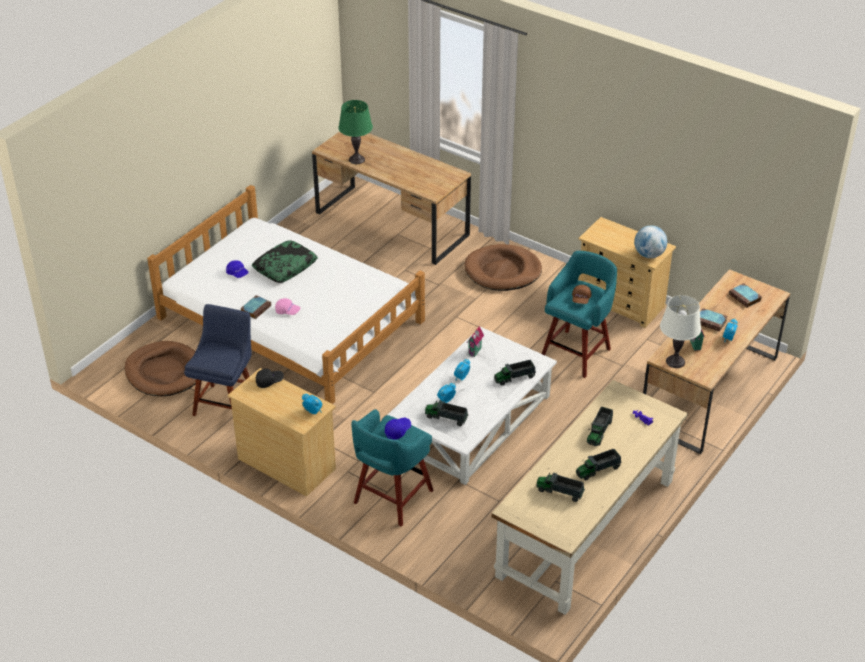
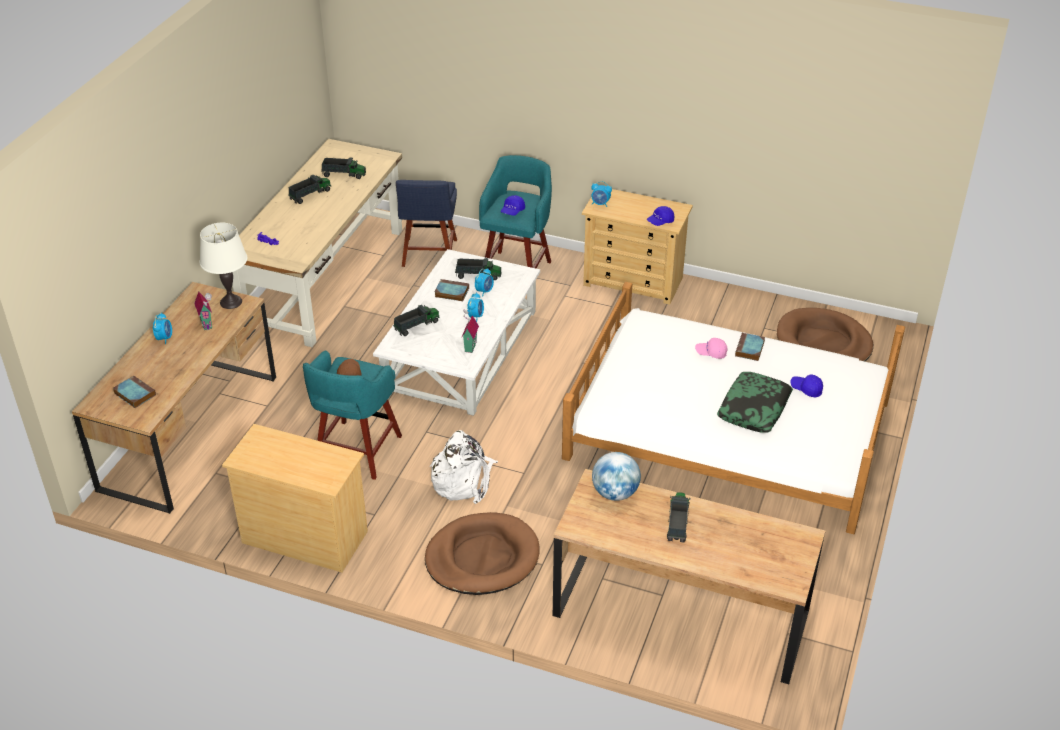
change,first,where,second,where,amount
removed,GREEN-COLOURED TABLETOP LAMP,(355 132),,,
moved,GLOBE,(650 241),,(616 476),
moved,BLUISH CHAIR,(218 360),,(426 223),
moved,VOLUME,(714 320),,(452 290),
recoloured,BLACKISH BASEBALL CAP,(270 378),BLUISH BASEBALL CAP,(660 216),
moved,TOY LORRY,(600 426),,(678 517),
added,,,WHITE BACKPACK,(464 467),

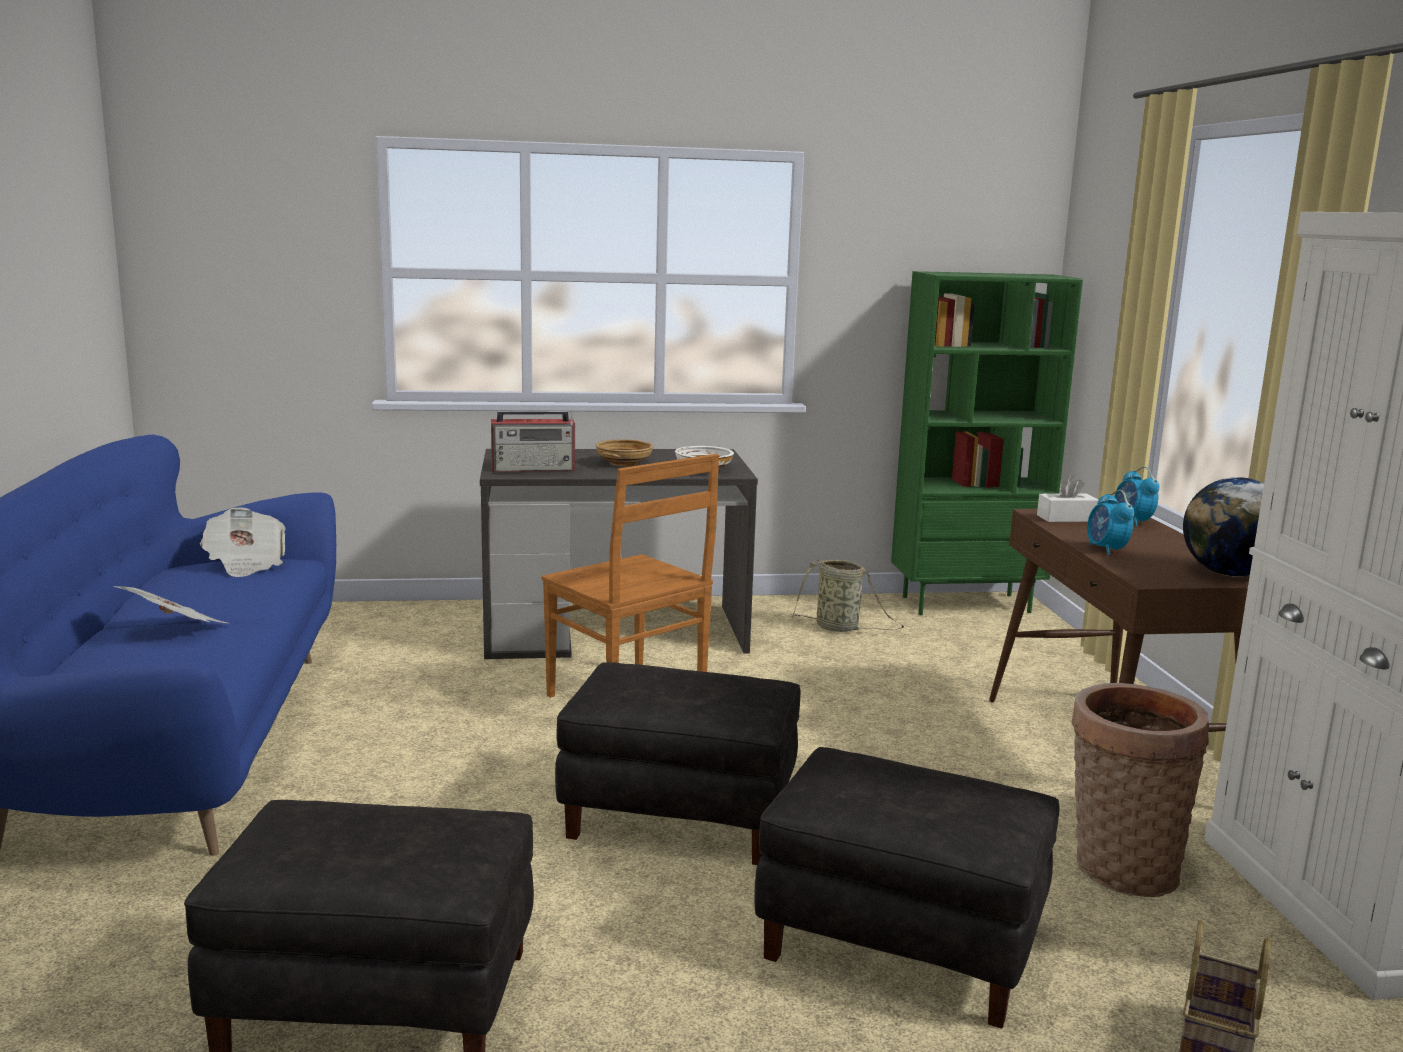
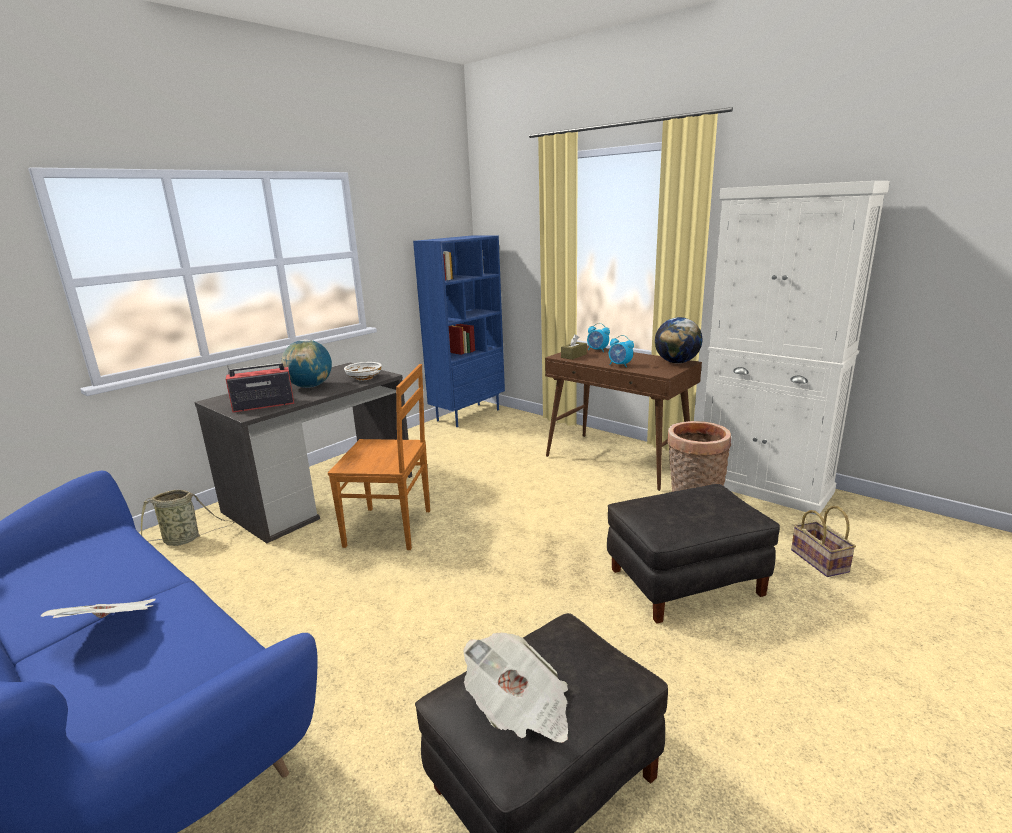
change,first,where,second,where,amount
recoloured,GREEN-COLOURED BOOKCASE,(987 443),BLUISH BOOKCASE,(459 331),
turned,RADIO RECEIVER,(533 441),,(260 388),150 degrees counterclockwise
replaced,BEIGE-COLOURED BOWL,(624 453),GLOBE,(306 364),
recoloured,WHITE TISSUE BOX,(1067 499),BROWNISH TISSUE BOX,(574 347),
moved,NEWSPAPER,(243 542),,(515 688),
moved,HOUSEHOLD BASKET,(848 596),,(188 518),
removed,BLACKISH FOOTREST,(677 763),,,

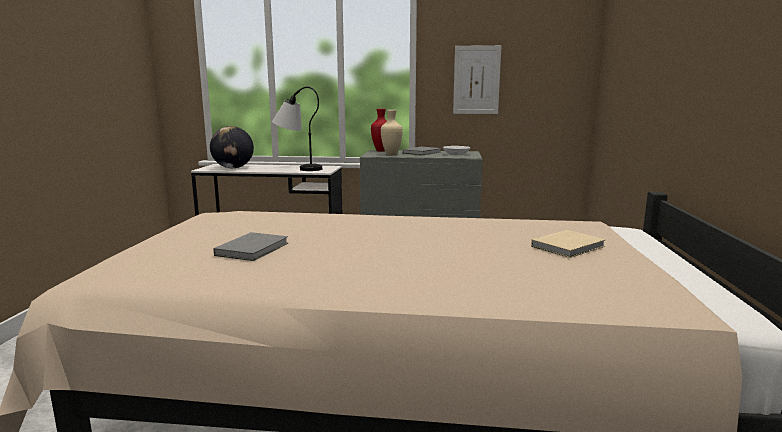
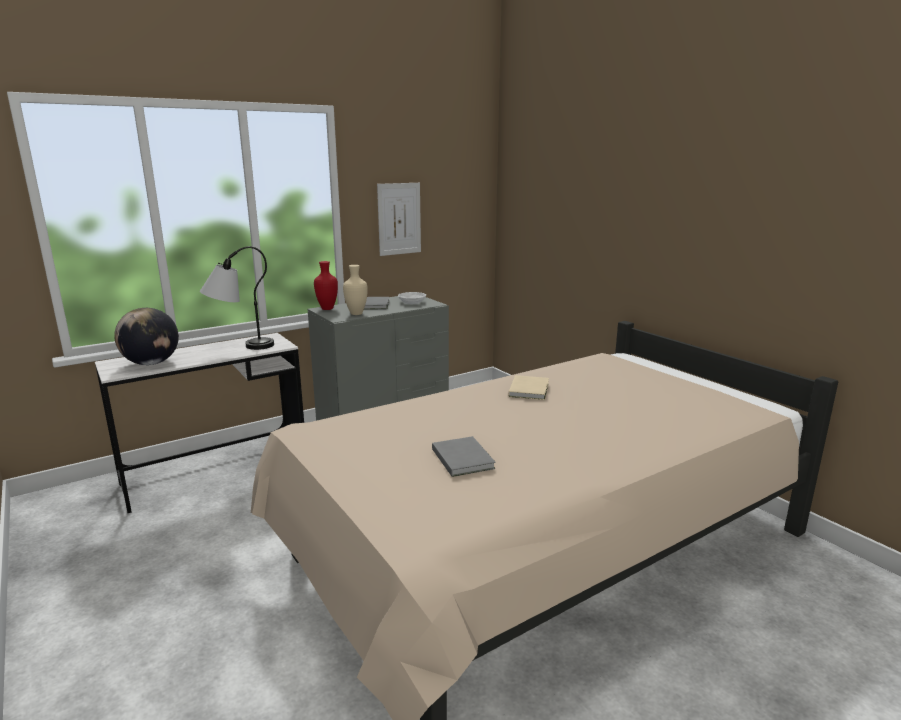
change,first,where,second,where,amount
moved,BEIGE-COLOURED VOLUME,(568 244),,(529 387),

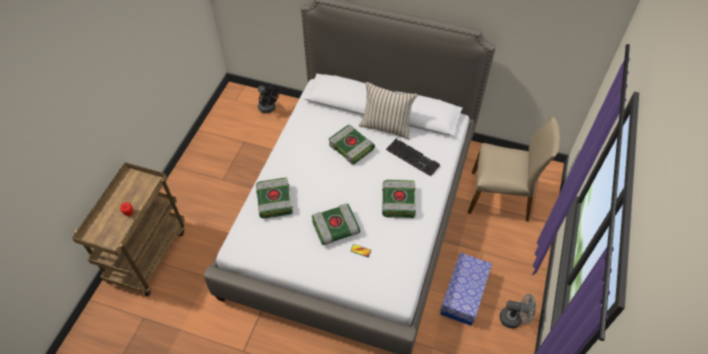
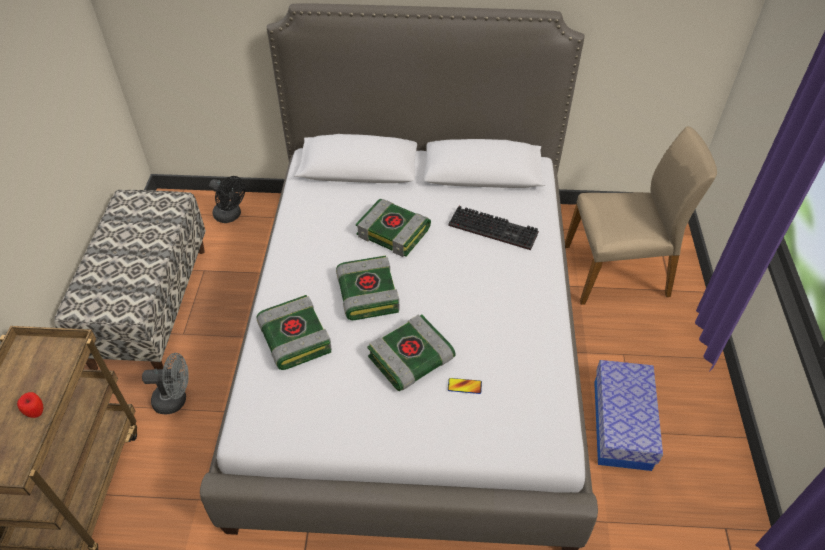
change,first,where,second,where,amount
removed,BEIGE-COLOURED PILLOW,(388 111),,,
moved,VOLUME,(399 199),,(368 287),
moved,GRAY FAN,(518 311),,(165 383),
added,,,BENCH,(130 280),

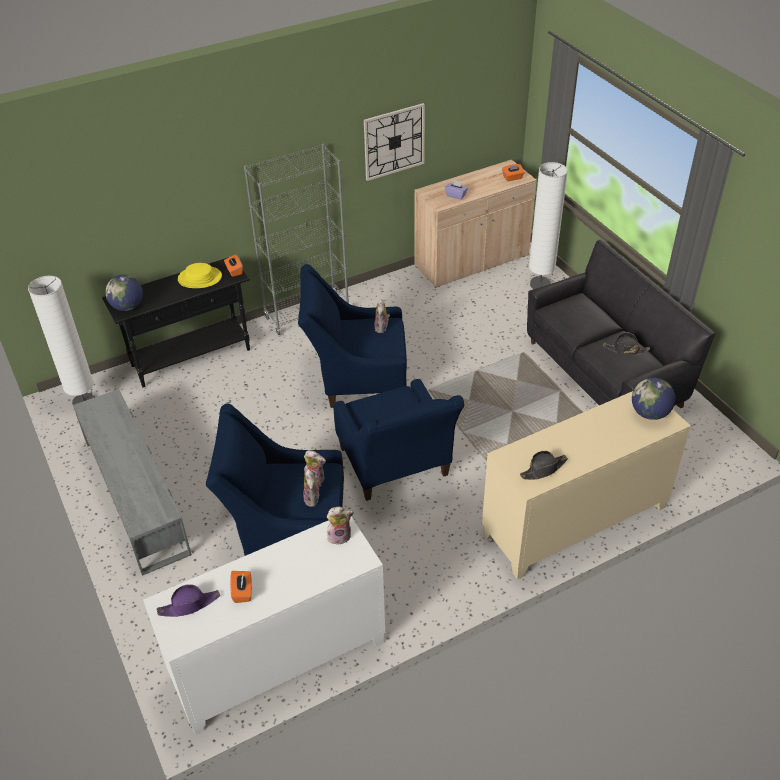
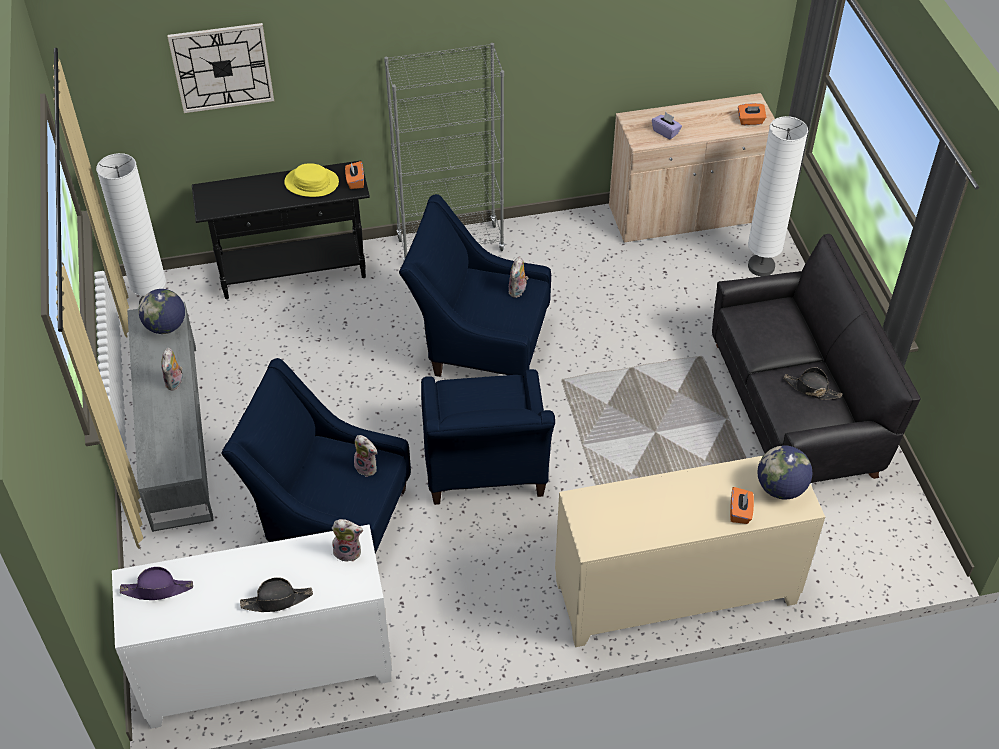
change,first,where,second,where,amount
moved,HANGING CLOCK,(394 142),,(220 68),
moved,GLOBE,(124 293),,(162 311),
moved,BLACKISH WEARABLE HAT,(544 465),,(276 594),
moved,CUDDLY TOY,(312 488),,(172 369),
moved,ORANGEY TISSUE BOX,(241 587),,(742 505),

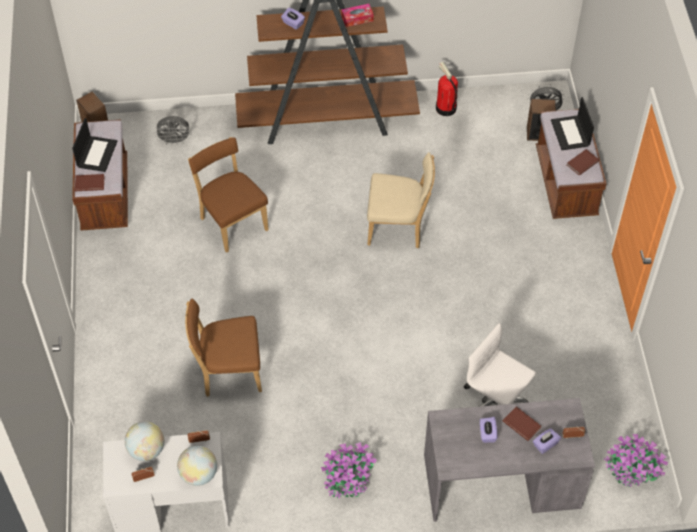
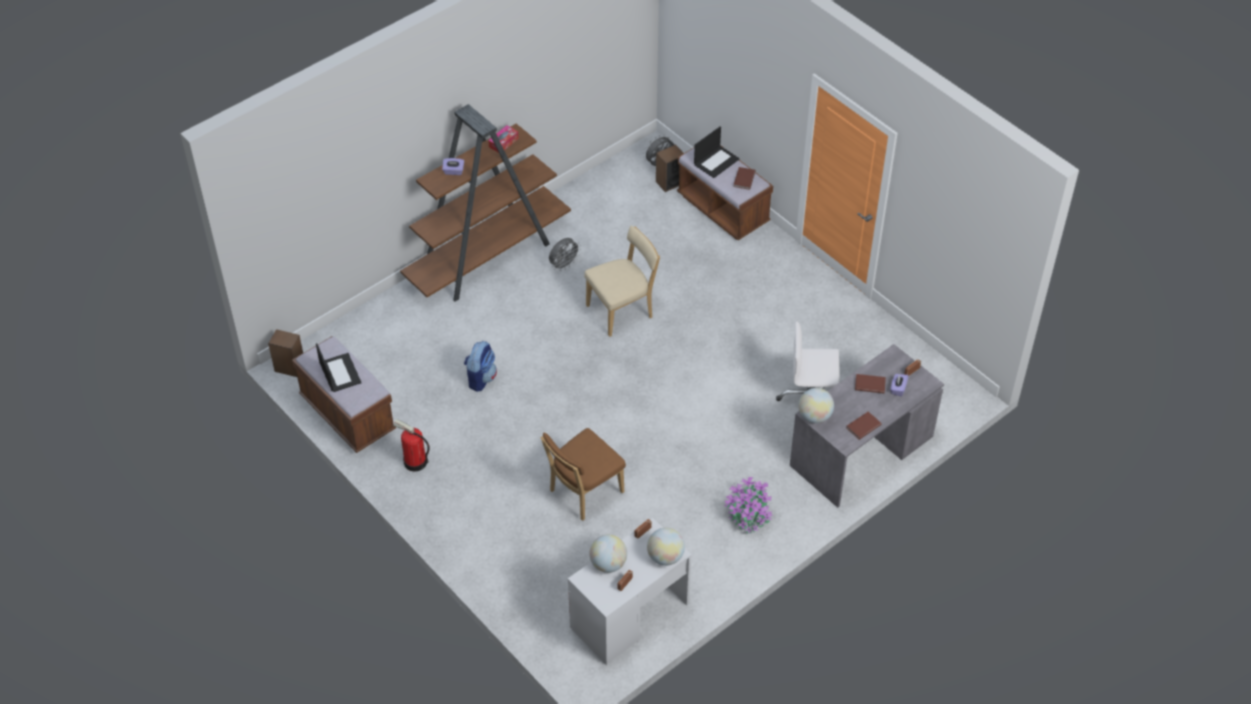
change,first,where,second,where,amount
moved,EXTINGUISHER,(447 89),,(411 445),
turned,PORTABLE COMPUTER,(572 123),,(716 152),90 degrees counterclockwise
moved,GRAY FAN,(173 130),,(565 254),
replaced,BROWNISH CHAIR,(228 195),BACKPACK,(480 366),
moved,BROWNISH VOLUME,(90 182),,(864 426),
removed,PURPLE-COLOURED TISSUE BOX,(488 430),,,
removed,PLANT IN A POT,(636 460),,,
added,,,GLOBE,(816 405),

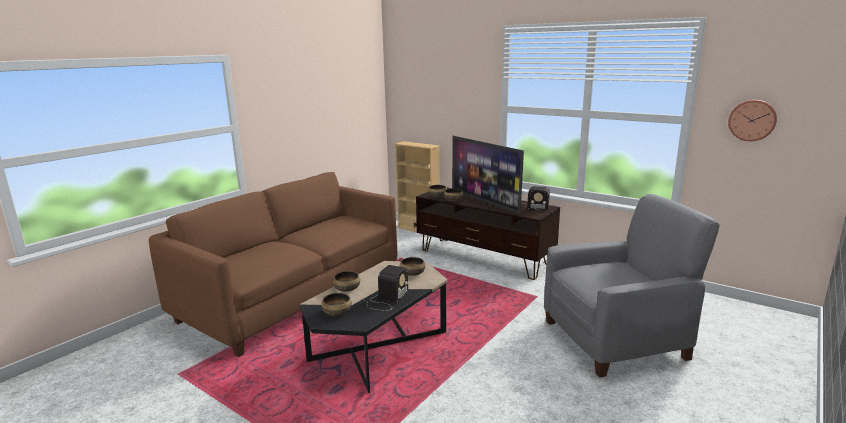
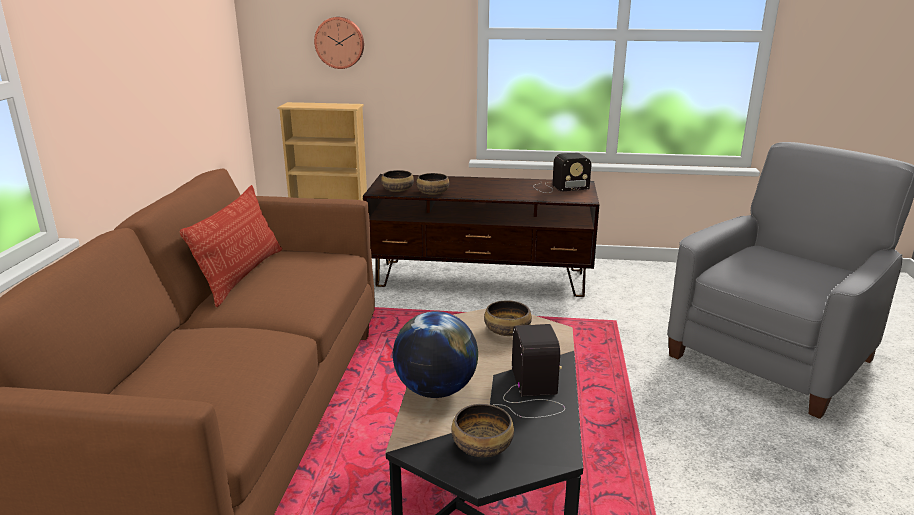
change,first,where,second,where,amount
moved,HANGING CLOCK,(752 120),,(339 43),
removed,TELEVISION,(488 175),,,
replaced,BOWL,(346 281),GLOBE,(435 354),
added,,,PILLOW,(231 246),

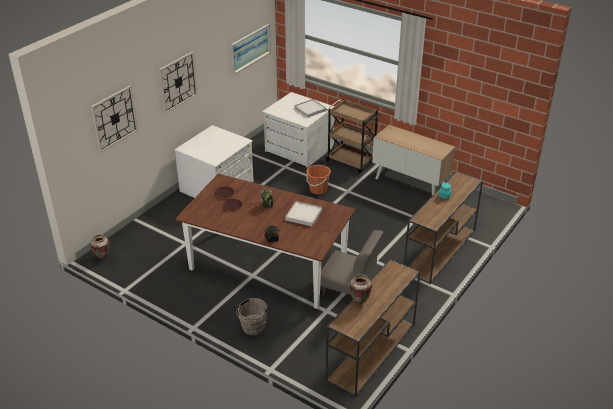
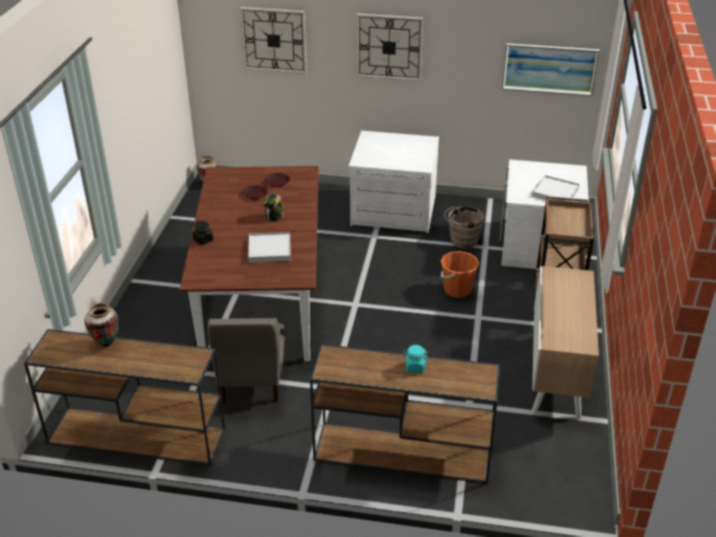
change,first,where,second,where,amount
moved,BROWNISH WATER BUCKET,(251 317),,(464 227),

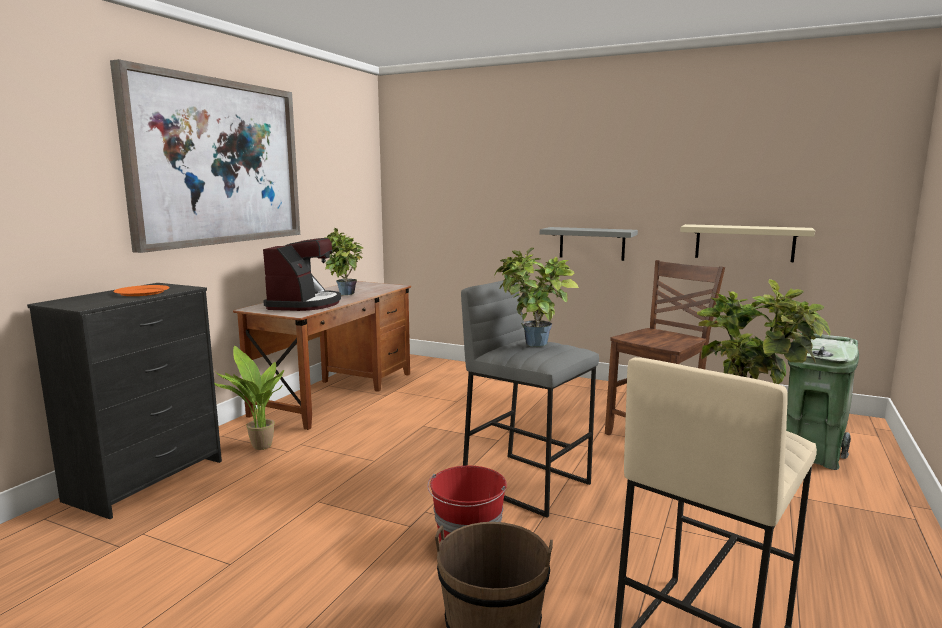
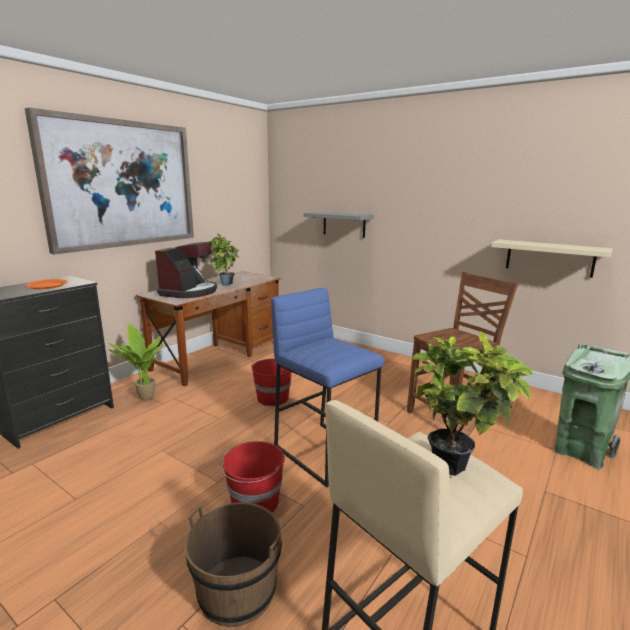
change,first,where,second,where,amount
moved,GRAY SHELF,(589 244),,(338 225),
removed,PLANT IN A POT,(536 297),,,
recoloured,GRAY STOOL SEAT,(530 399),BLUISH STOOL SEAT,(327 387),
added,,,RED WATER BUCKET,(271 382),

